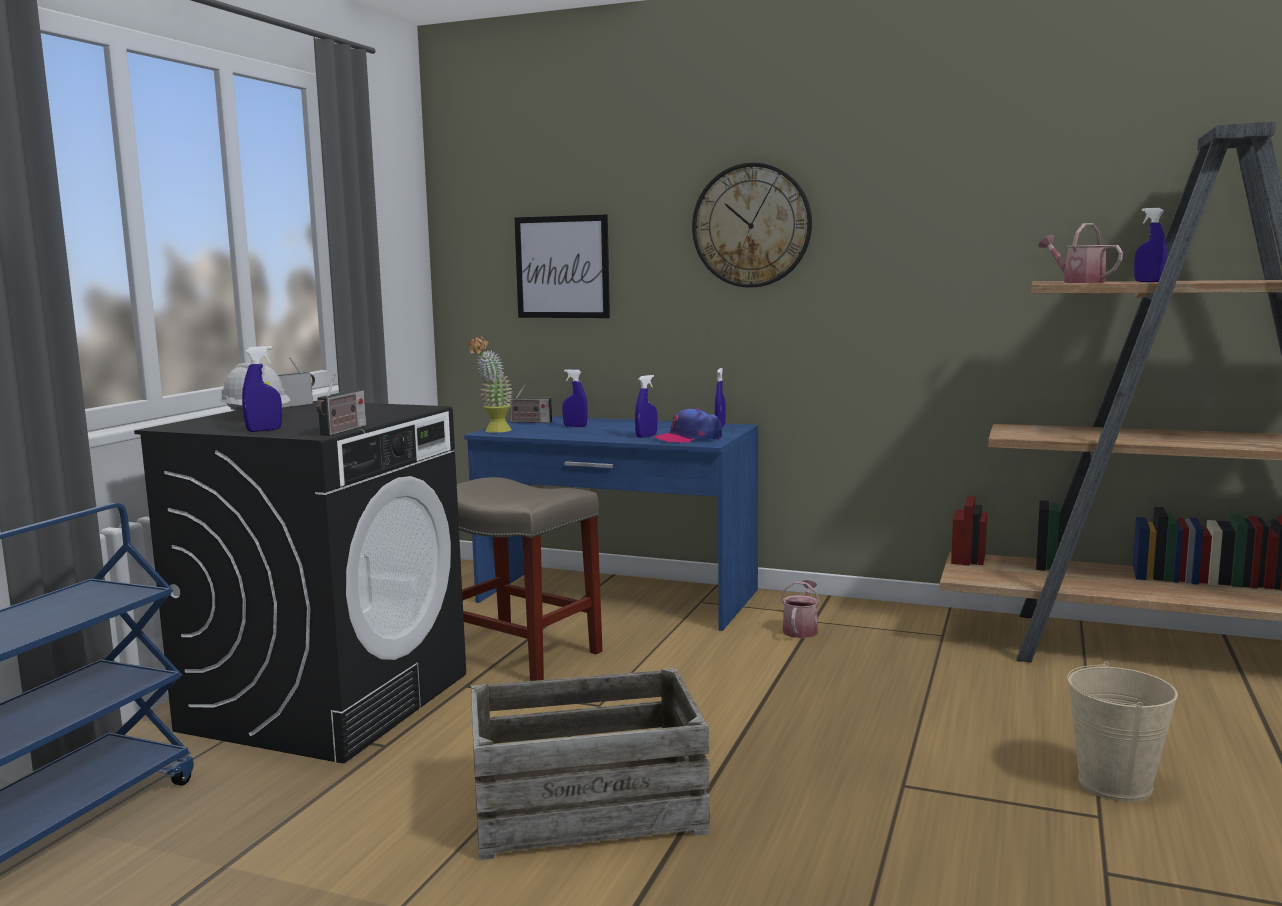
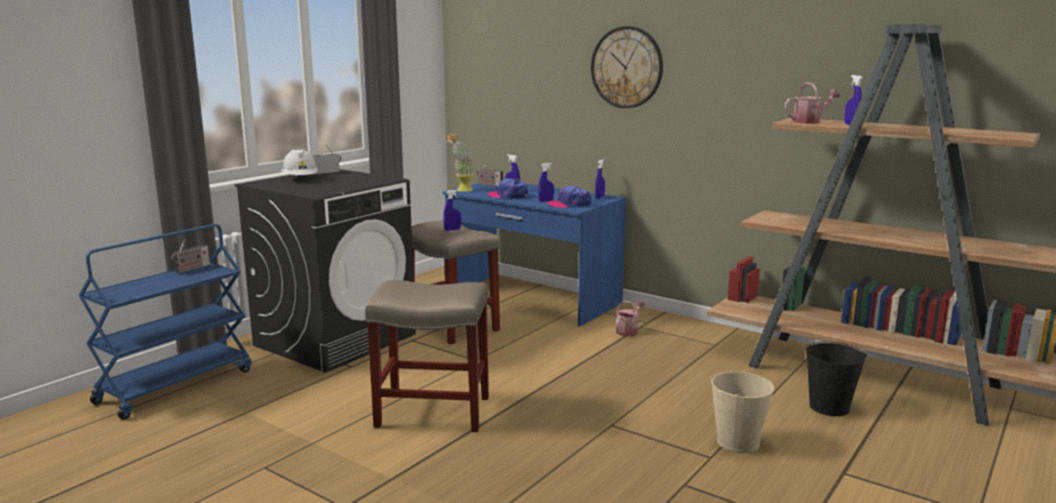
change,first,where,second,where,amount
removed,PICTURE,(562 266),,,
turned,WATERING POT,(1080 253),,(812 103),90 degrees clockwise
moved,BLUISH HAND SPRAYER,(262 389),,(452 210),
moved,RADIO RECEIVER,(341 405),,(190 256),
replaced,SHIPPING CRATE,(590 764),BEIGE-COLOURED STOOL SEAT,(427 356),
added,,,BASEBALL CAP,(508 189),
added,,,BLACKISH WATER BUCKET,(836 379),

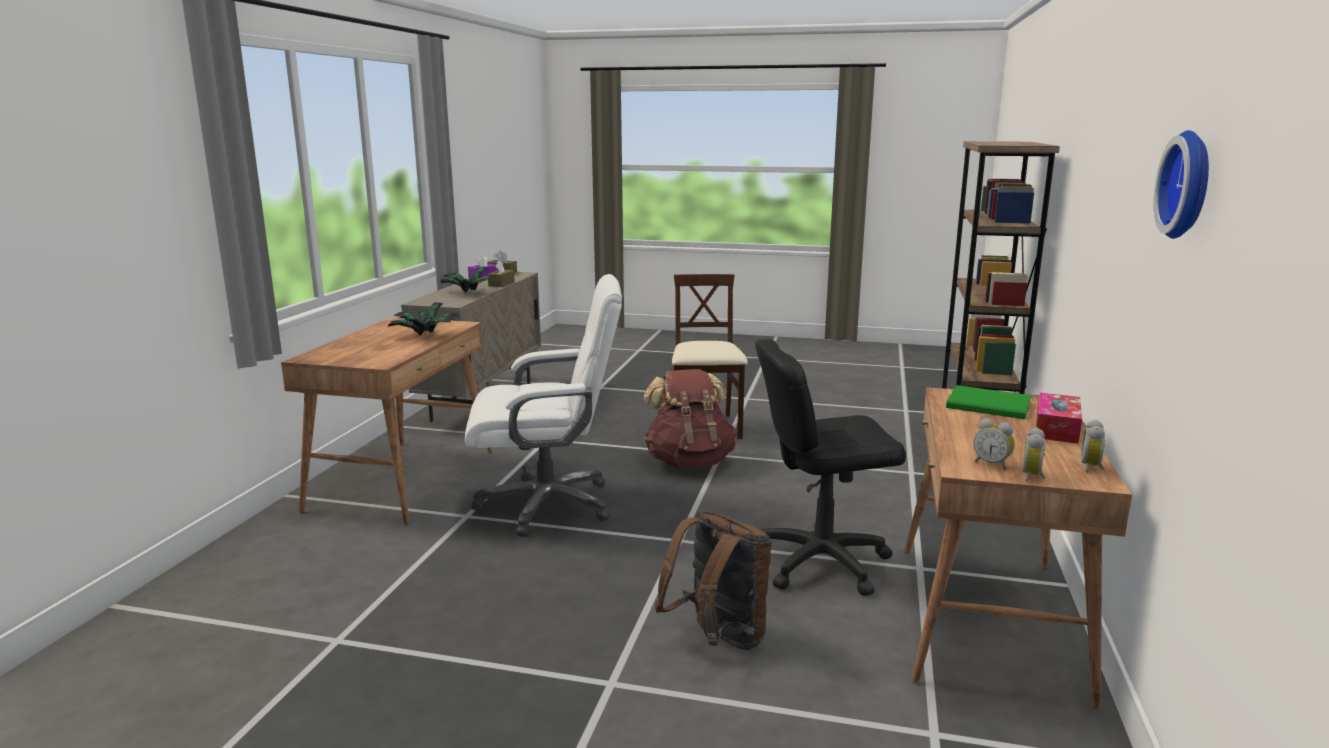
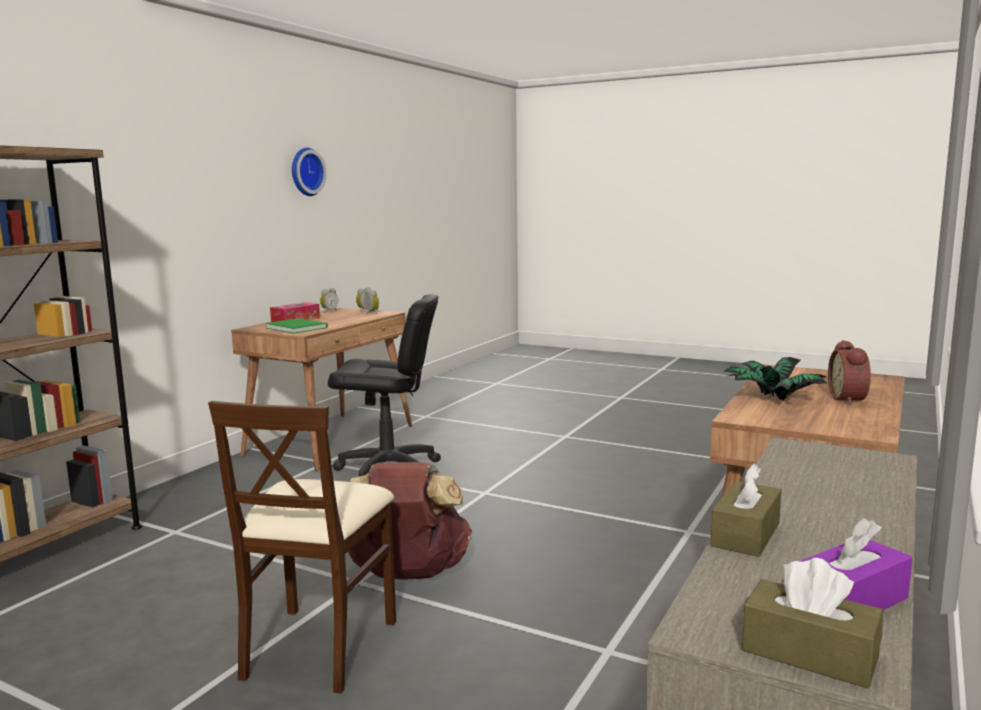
change,first,where,second,where,amount
removed,PLANT IN A POT,(467 279),,,
removed,WHITE COMPUTER CHAIR,(543 405),,,
removed,BROWNISH BACKPACK,(713 580),,,
added,,,BEDSIDE CLOCK,(849 372),

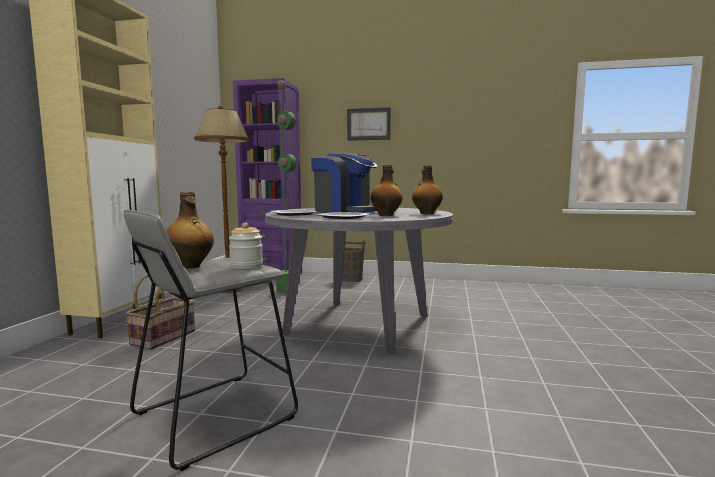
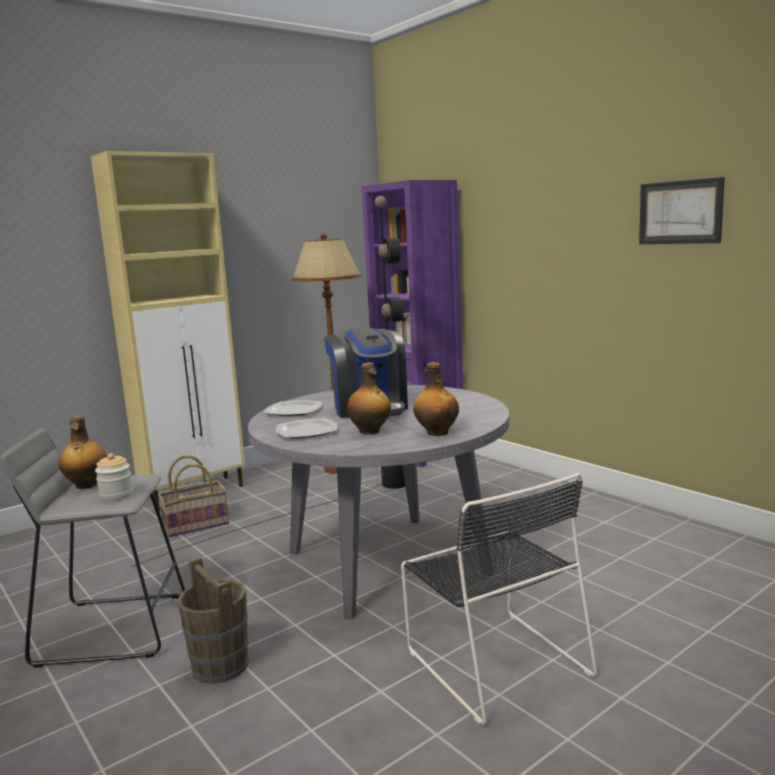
change,first,where,second,where,amount
recoloured,GREEN-COLOURED STANDARD LAMP,(223 227),BLACKISH STANDARD LAMP,(268 381),
moved,PICTURE,(369 124),,(682 210),
moved,BROWNISH WATER BUCKET,(354 261),,(213 621),
added,,,BLACKISH CHAIR,(499 599),

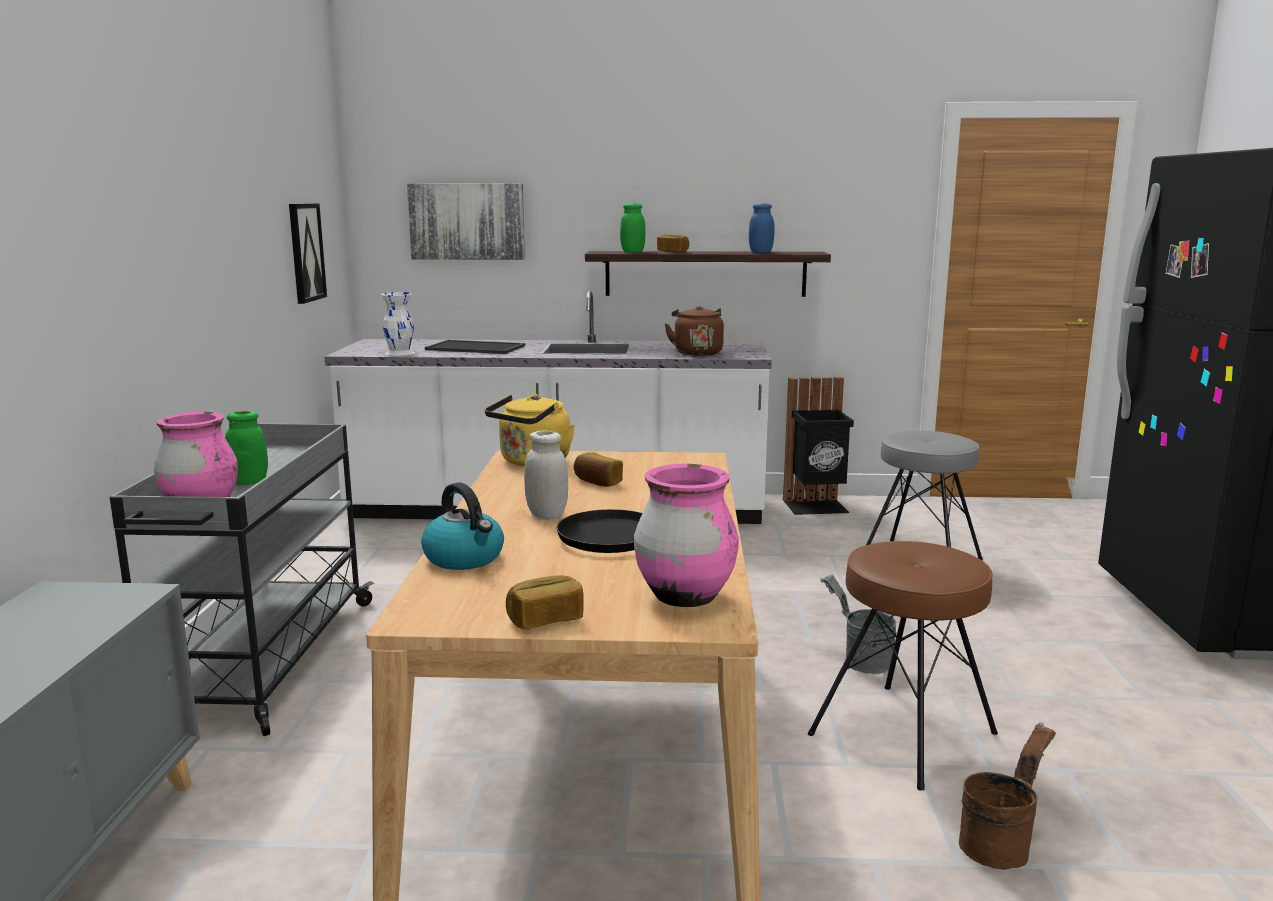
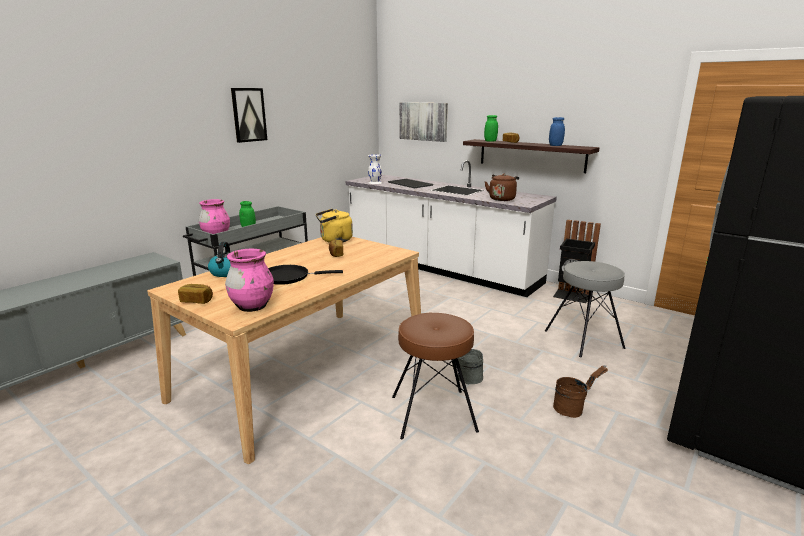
change,first,where,second,where,amount
moved,PICTURE,(308 253),,(249 115),
removed,WHITE JAR,(546 475),,,
moved,BROWNISH WATER BUCKET,(1007 796),,(580 391),

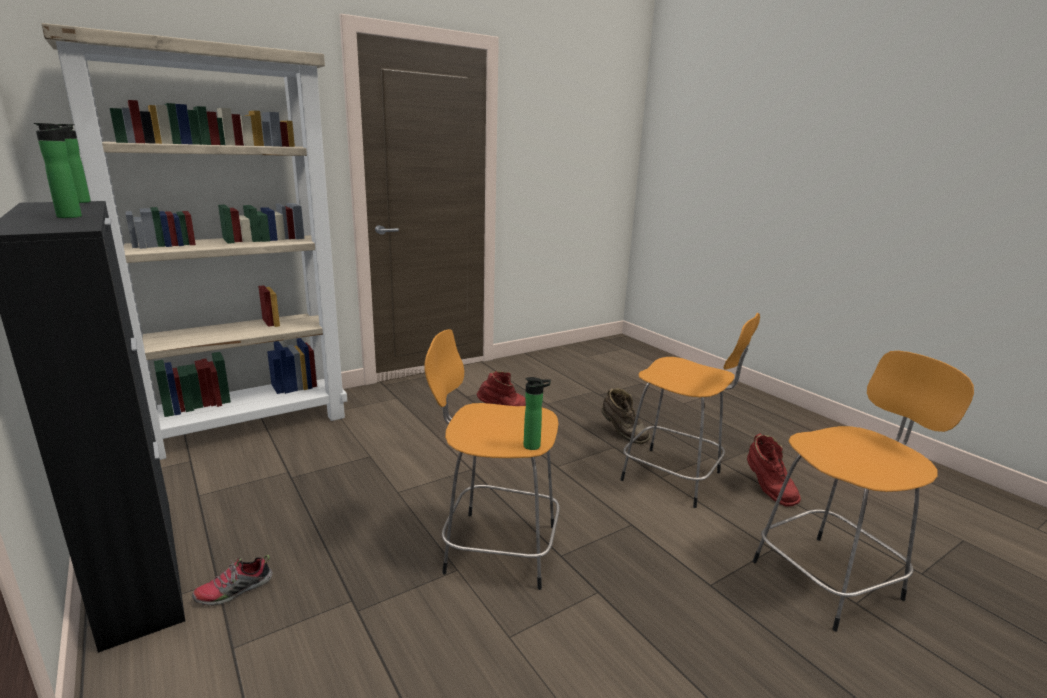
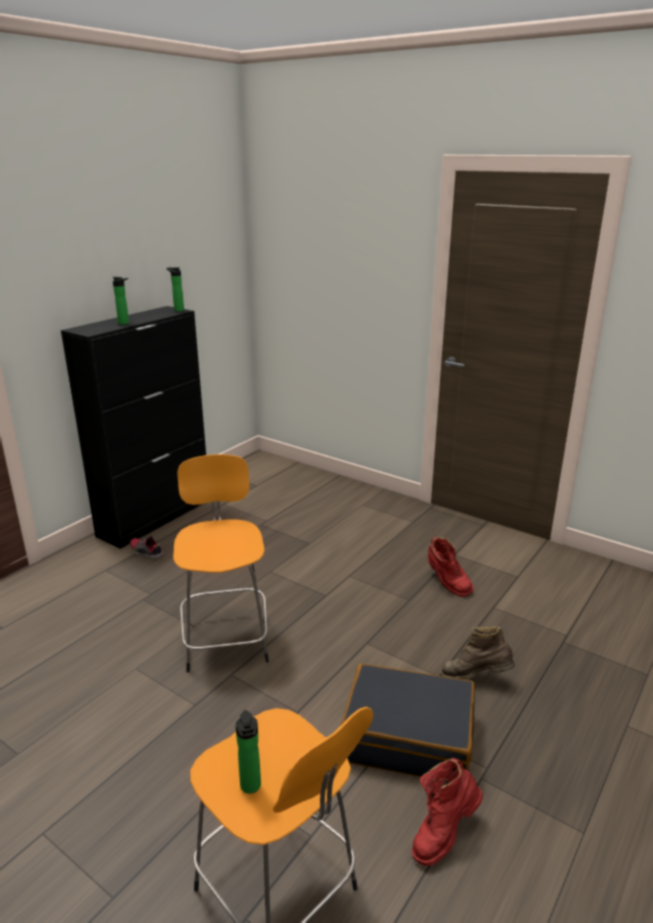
change,first,where,second,where,amount
removed,BEIGE-COLOURED BOOKCASE,(194 241),,,
replaced,ORANGEY STOOL SEAT,(690 410),BLACKISH PIECE OF LUGGAGE,(407 720),
moved,DRINK BOTTLE,(537 413),,(248 752),
turned,BROWNISH HIGH-TOP BOOT,(626 416),,(478 653),75 degrees clockwise

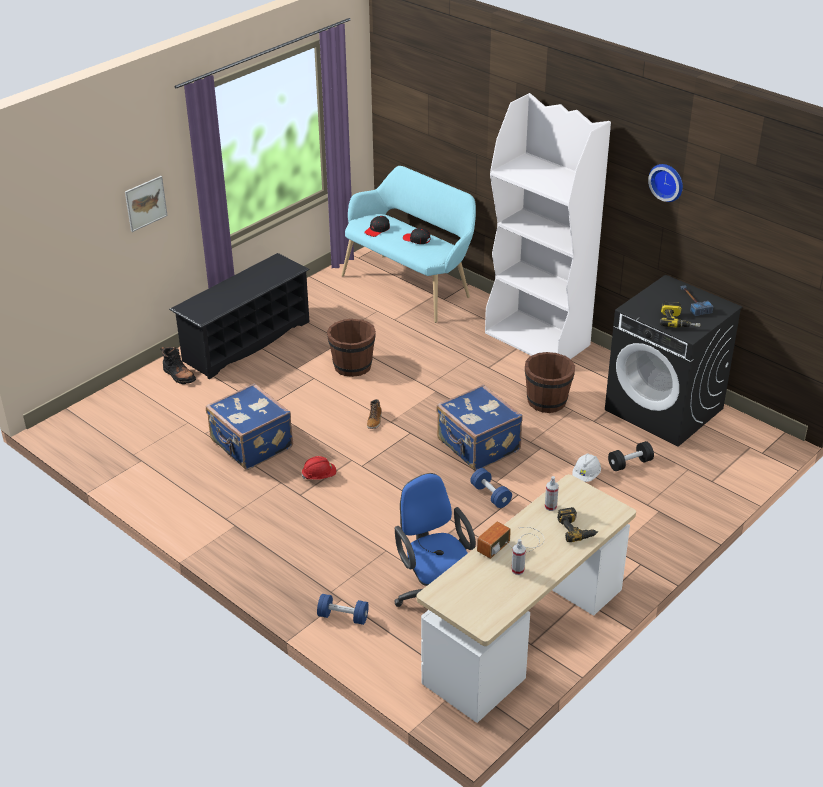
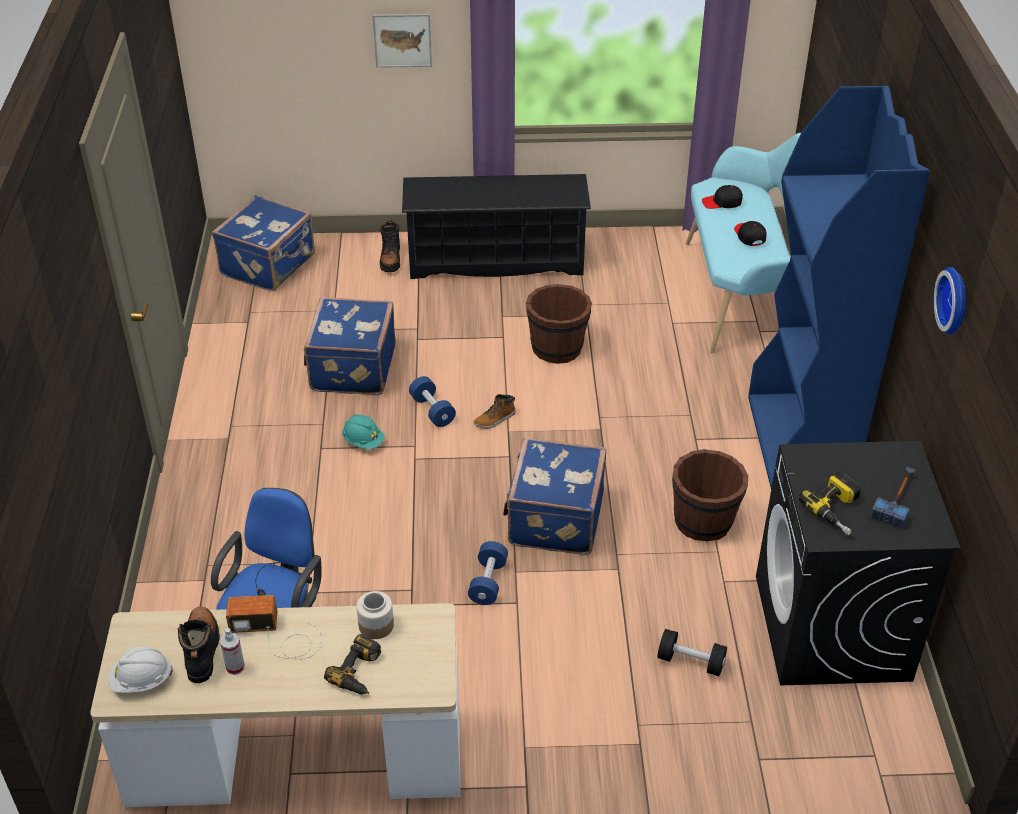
change,first,where,second,where,amount
recoloured,WHITE BOOKCASE,(548 226),BLUISH BOOKCASE,(839 287),
moved,WHITE WORK HELMET,(586 468),,(141 670),
recoloured,RED WORK HELMET,(319 468),TURQUOISE-COLOURED WORK HELMET,(363 431),
replaced,HAND SPRAYER,(552 493),JAR,(375 615),
moved,BLUISH DUMBBELL,(343 609),,(432 401),
added,,,BLUISH PIECE OF LUGGAGE,(263 243),
added,,,BLACKISH HIGH-TOP BOOT,(198 645),

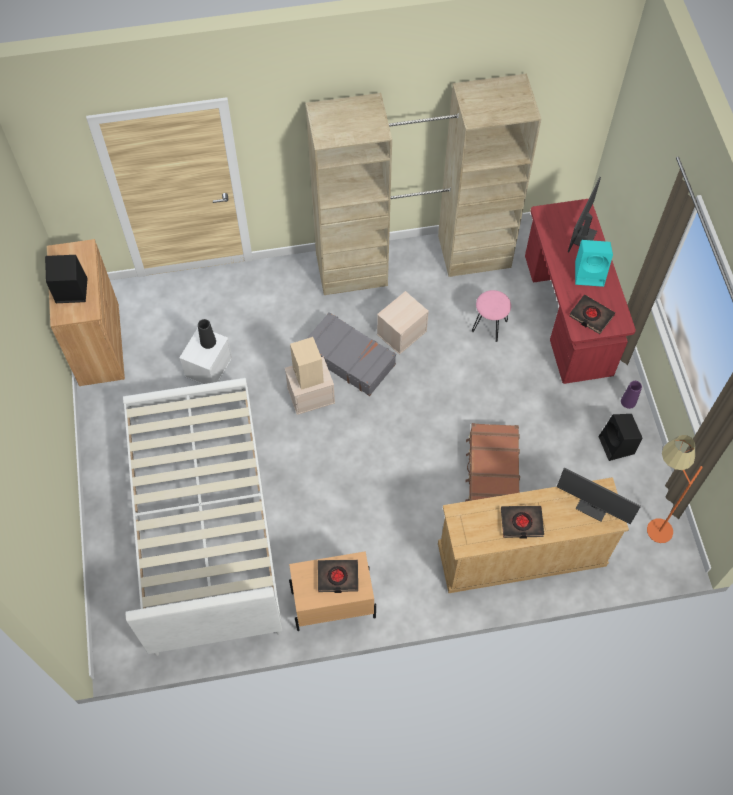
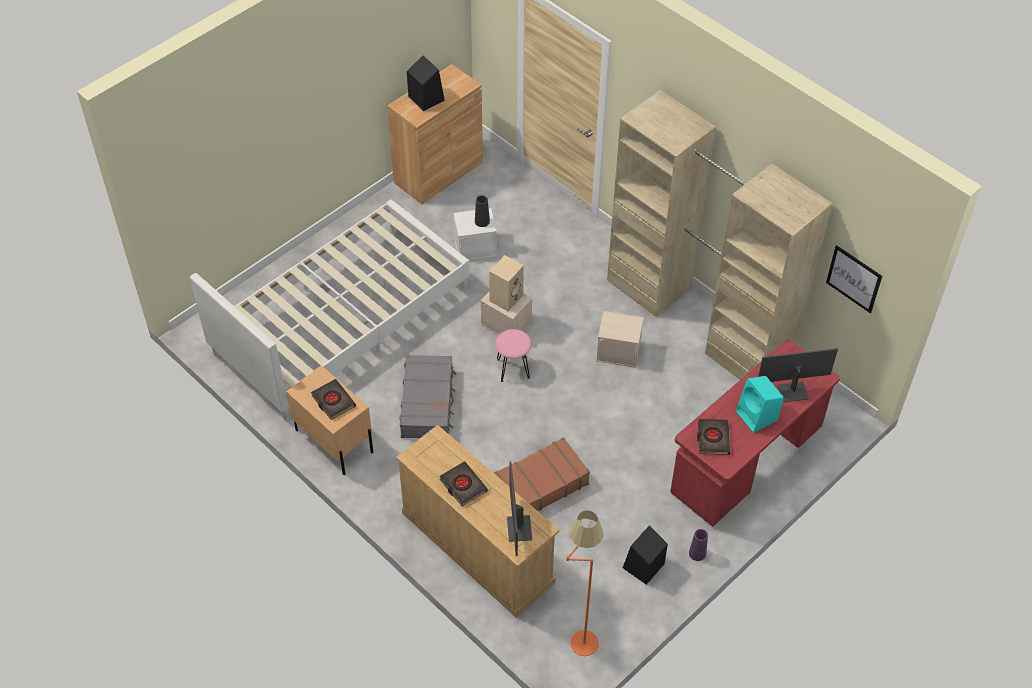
change,first,where,second,where,amount
moved,PINK-COLOURED STOOL SEAT,(491 316),,(513 355),
moved,GRAY PIECE OF LUGGAGE,(351 354),,(427 396),
added,,,PICTURE,(854 279),

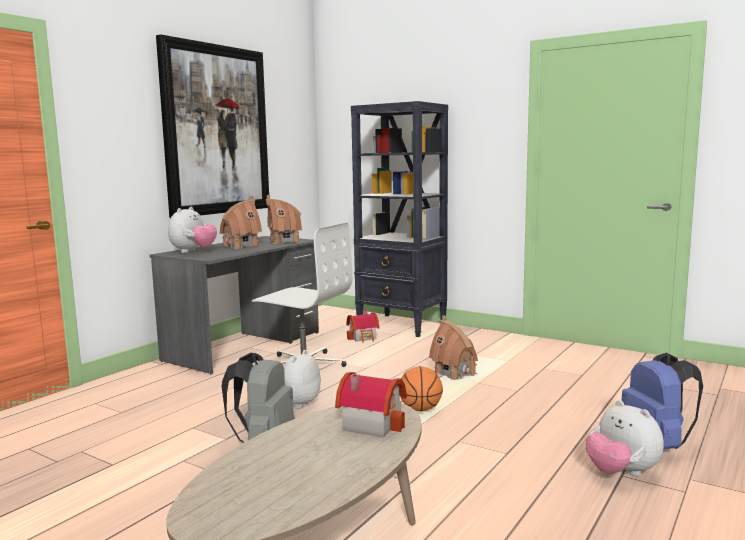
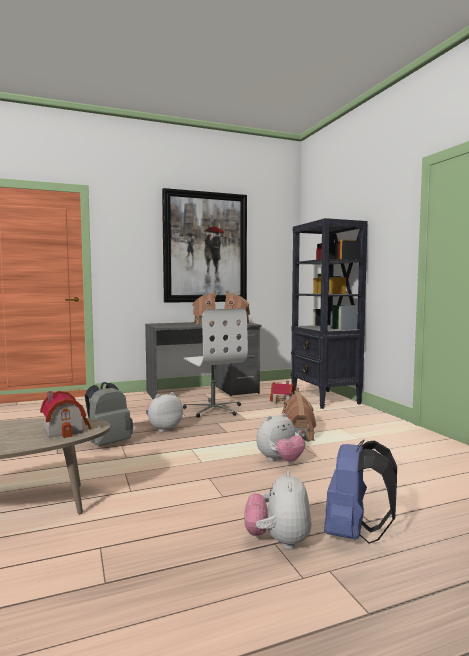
change,first,where,second,where,amount
moved,CUDDLY TOY,(192 230),,(280 437),
removed,BALL FOR BASKETBALL,(421 389),,,

